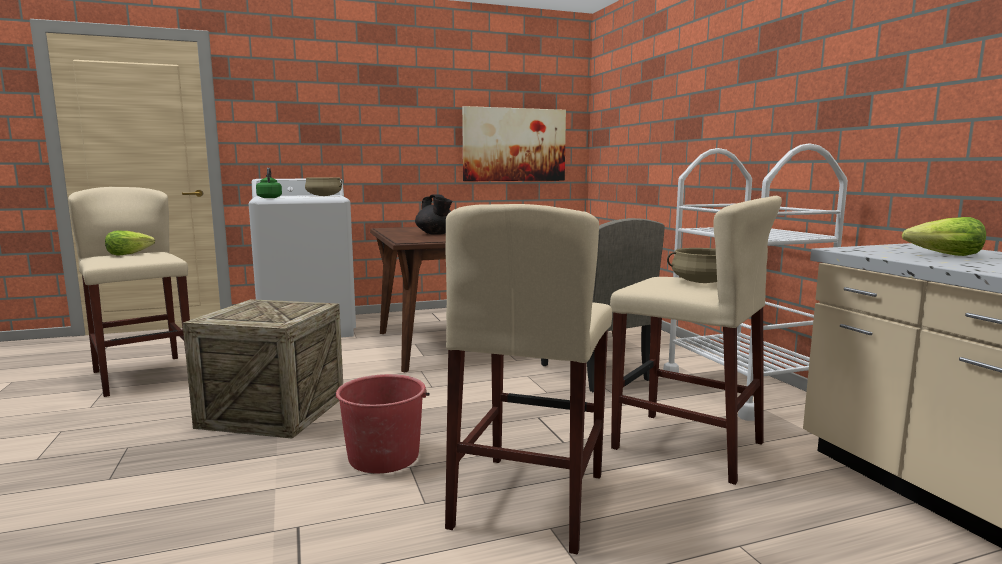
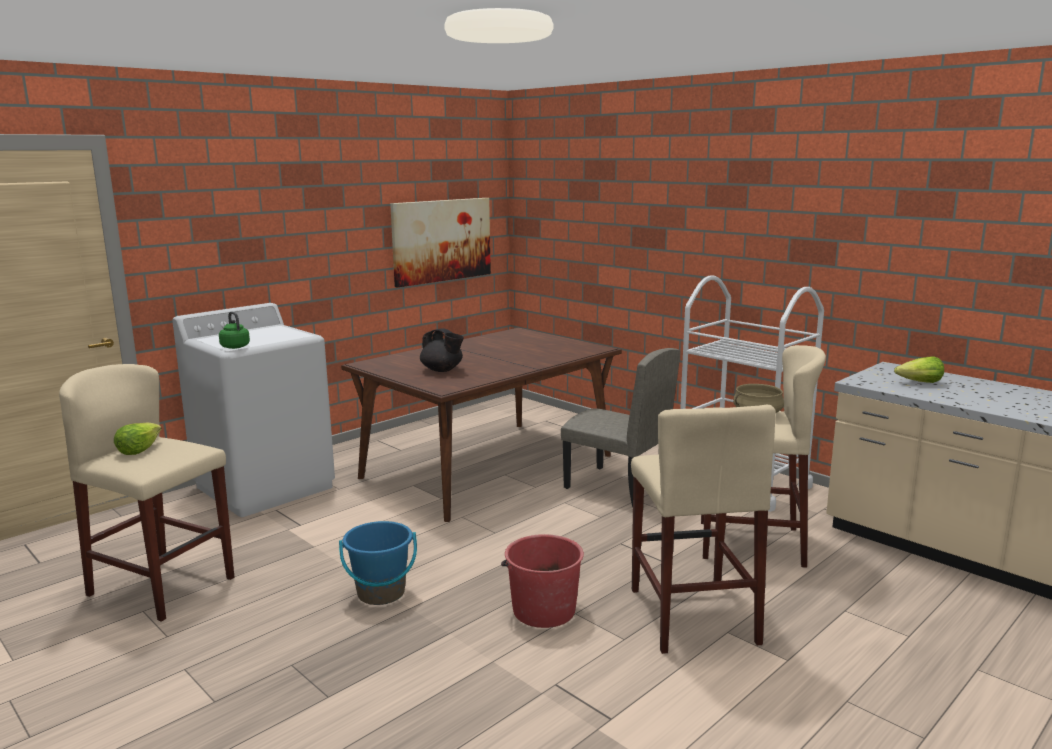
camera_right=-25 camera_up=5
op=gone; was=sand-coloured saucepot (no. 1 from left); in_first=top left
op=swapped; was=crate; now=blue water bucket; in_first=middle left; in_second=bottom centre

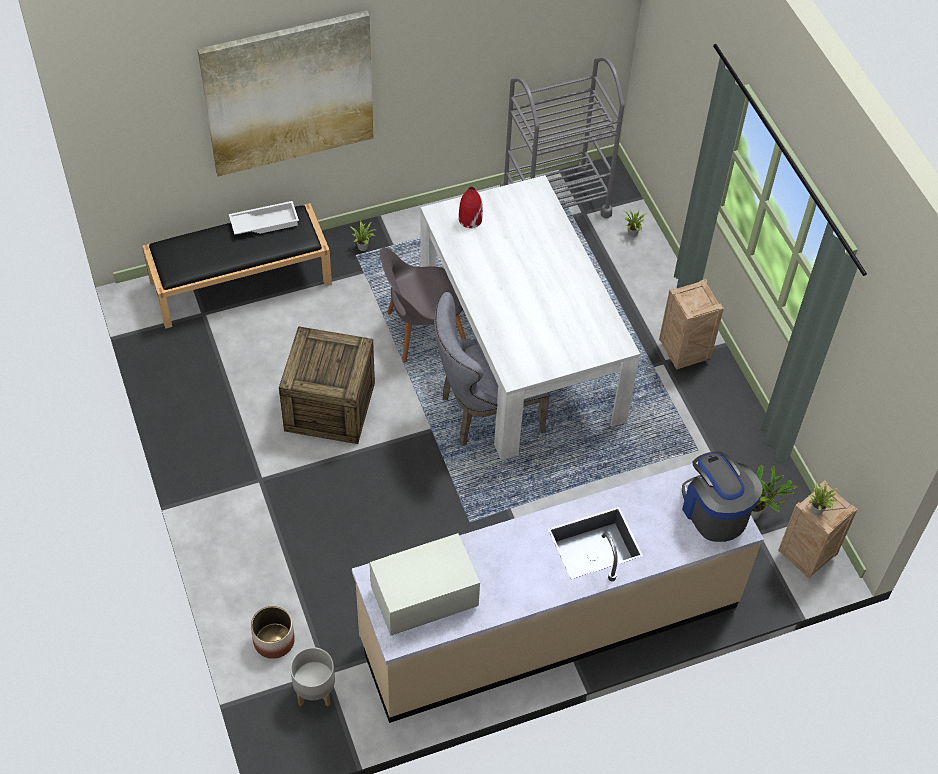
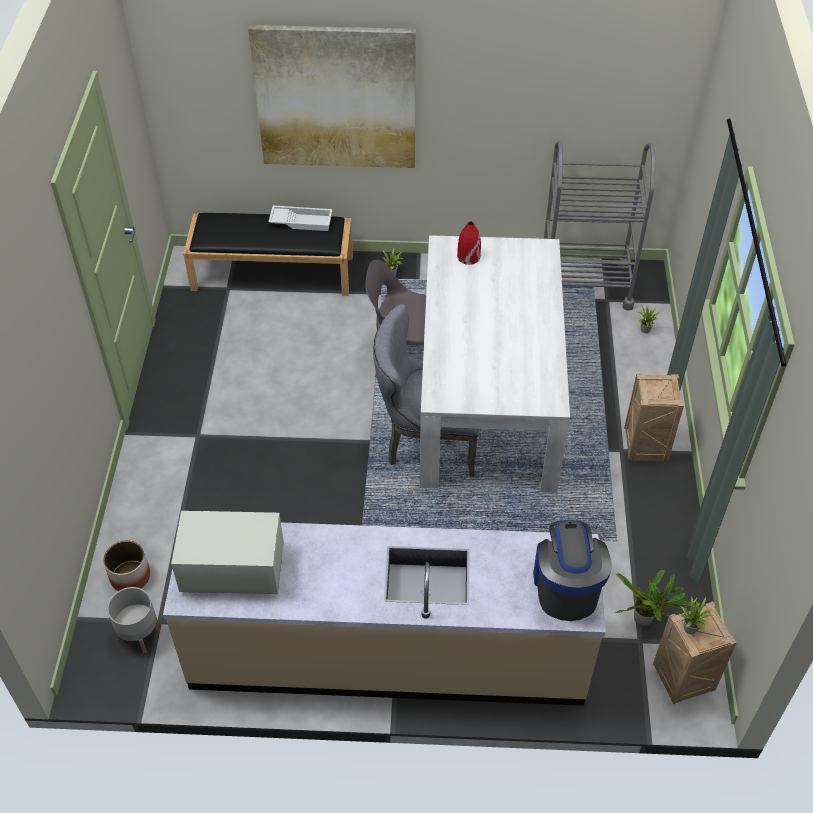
camera_right=25 camera_up=-5
op=gone; was=crate (no. 1 from left); in_first=centre

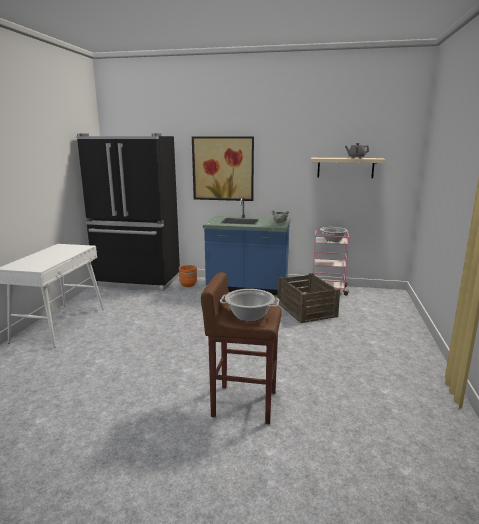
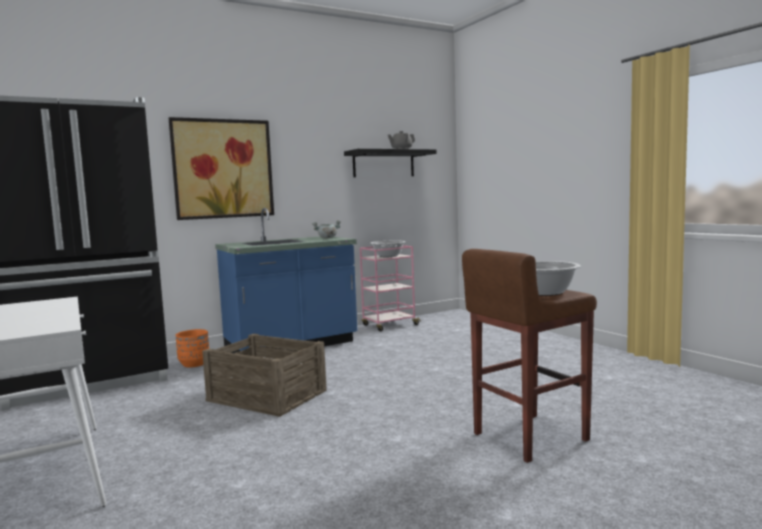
camera_right=-40 camera_up=-10
op=repainted; was=sand-coloured shelf; now=black shelf; in_first=top right; in_second=top centre
op=shifted; was=crate; in_first=centre; in_second=bottom centre

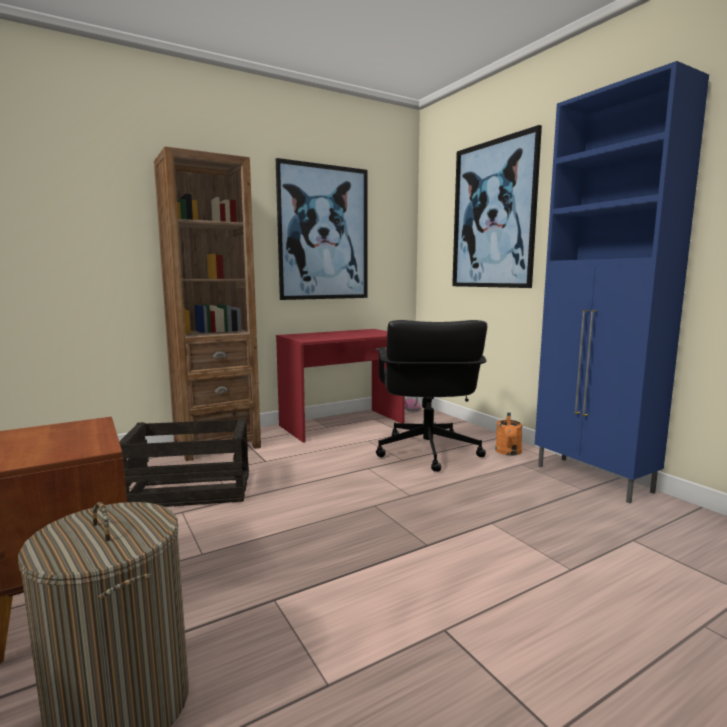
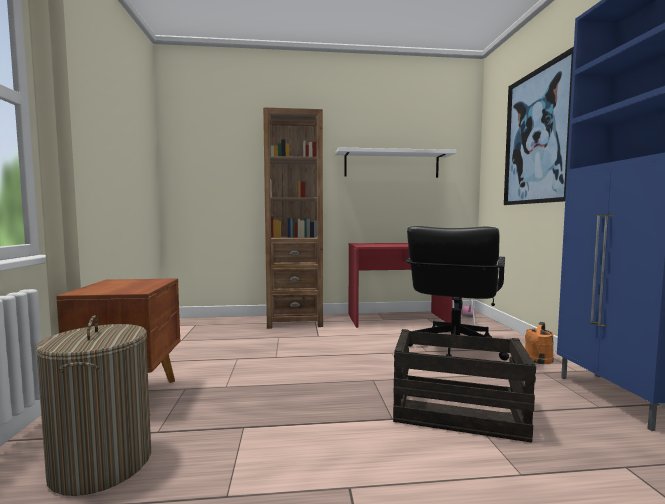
camera_right=25 camera_up=-5
op=swapped; was=wall picture (no. 1 from left); now=whitish shelf; in_first=top centre; in_second=top centre
op=shifted; was=crate; in_first=middle left; in_second=bottom right

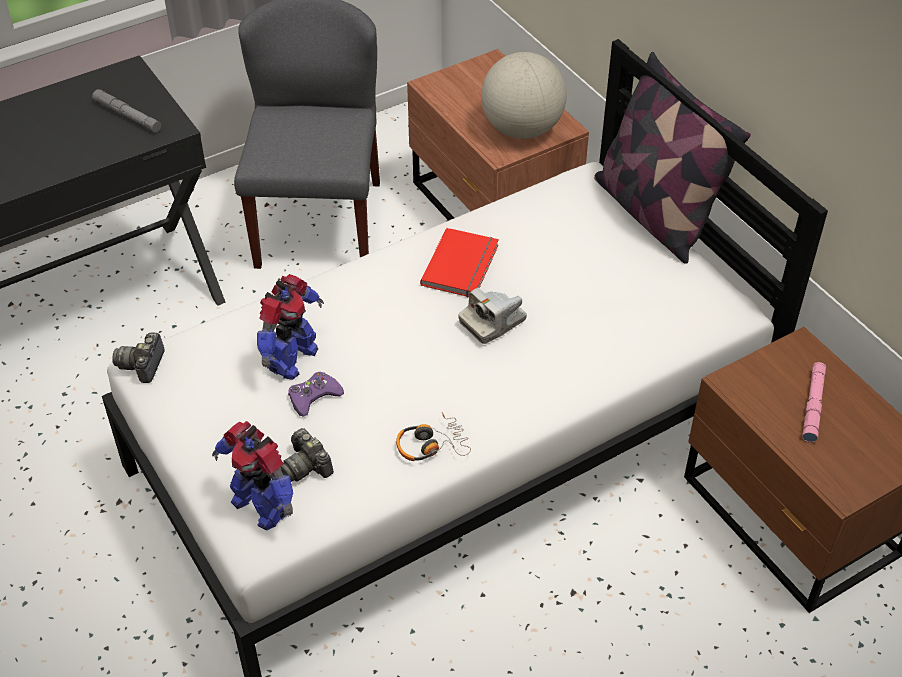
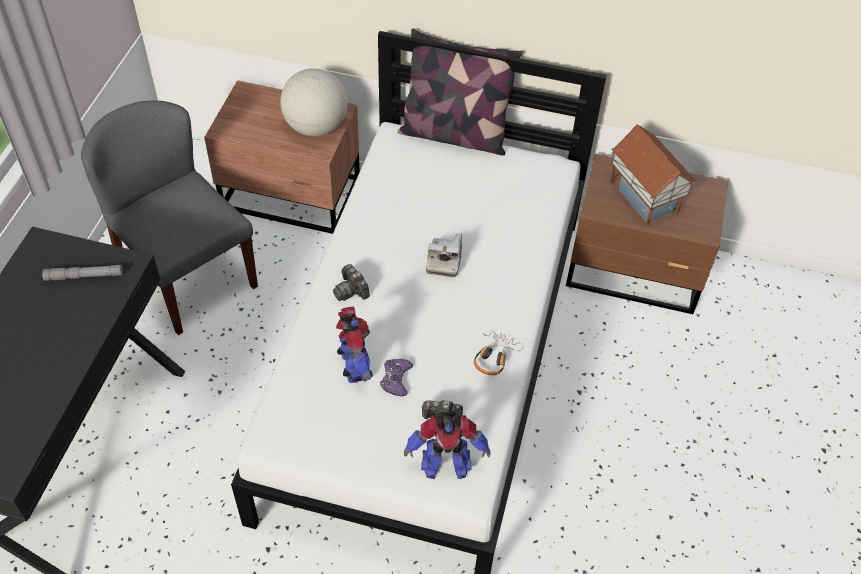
camera_right=-45 camera_up=5
op=gone; was=red volume; in_first=centre
op=shifted; was=photo camera (no. 1 from left); in_first=middle left; in_second=centre
op=swapped; was=pinkish hand torch; now=model house; in_first=middle right; in_second=top right

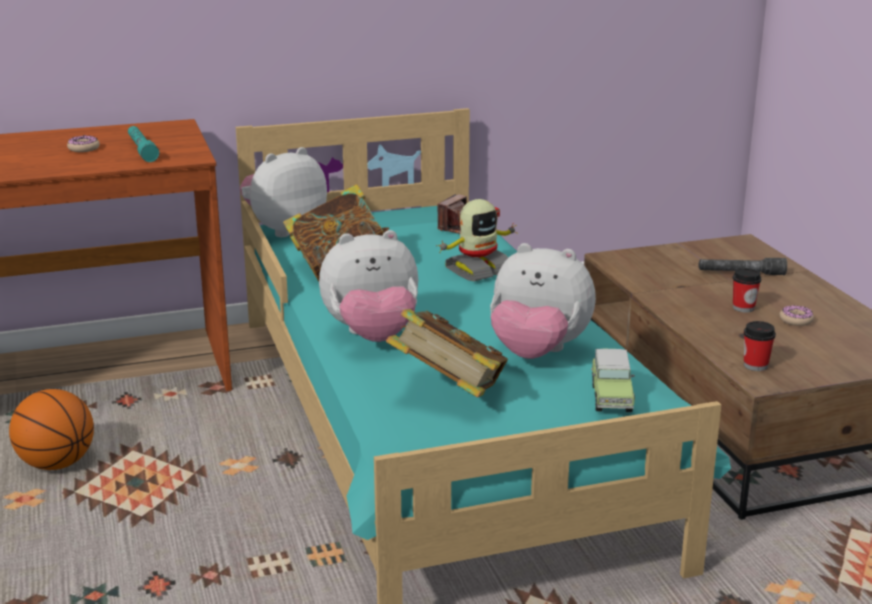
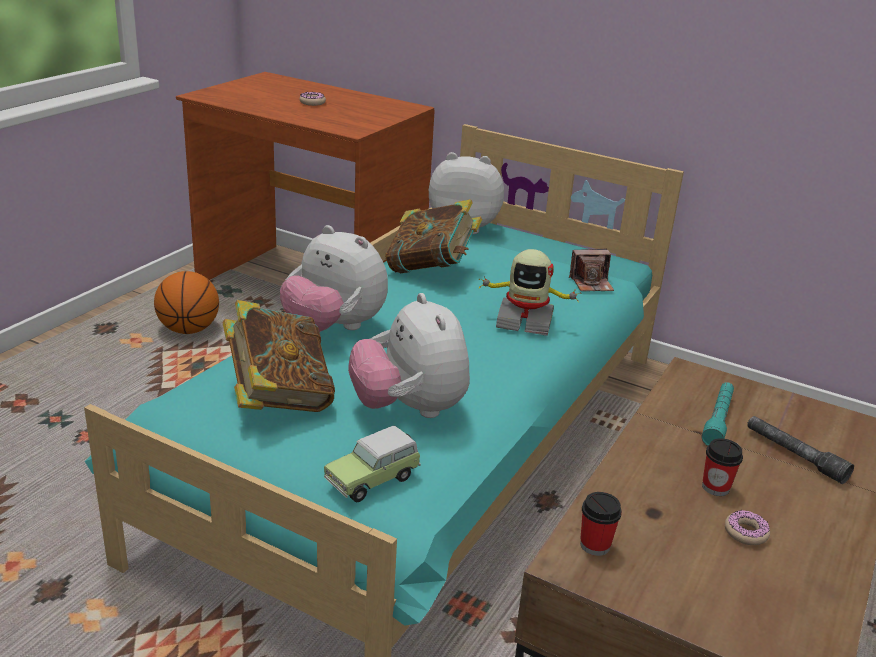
camera_right=45 camera_up=5
op=shifted; was=blue-green hand torch; in_first=top left; in_second=middle right

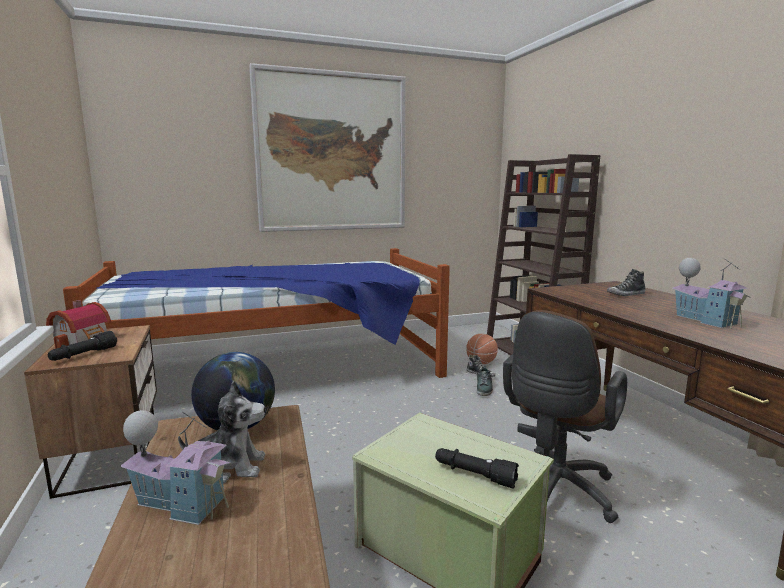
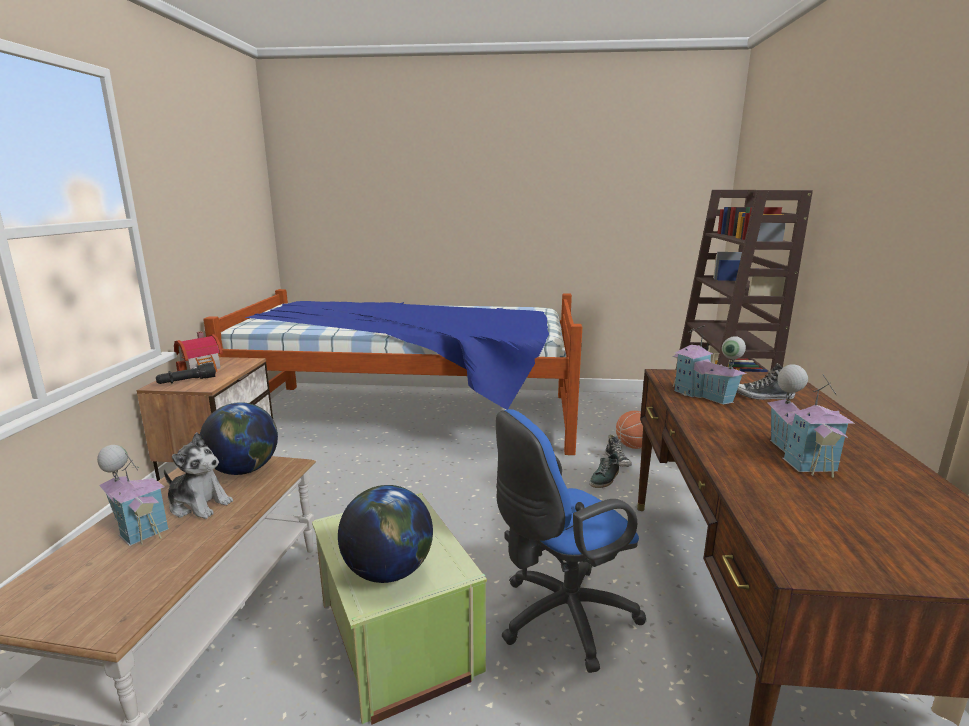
camera_right=25 camera_up=5
op=gone; was=wall picture; in_first=top centre
op=repainted; was=brown-coloured office chair; now=blue office chair; in_first=bottom right; in_second=bottom centre
op=swapped; was=black hand torch (no. 2 from left); now=desk globe (no. 2 from left); in_first=bottom centre; in_second=bottom centre
op=new; now=model house (no. 3 from left); in_second=middle right

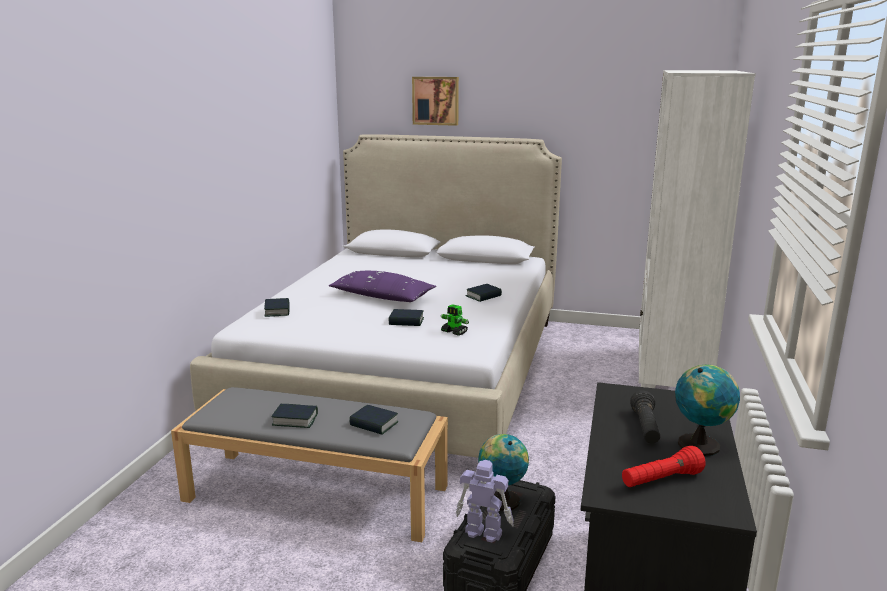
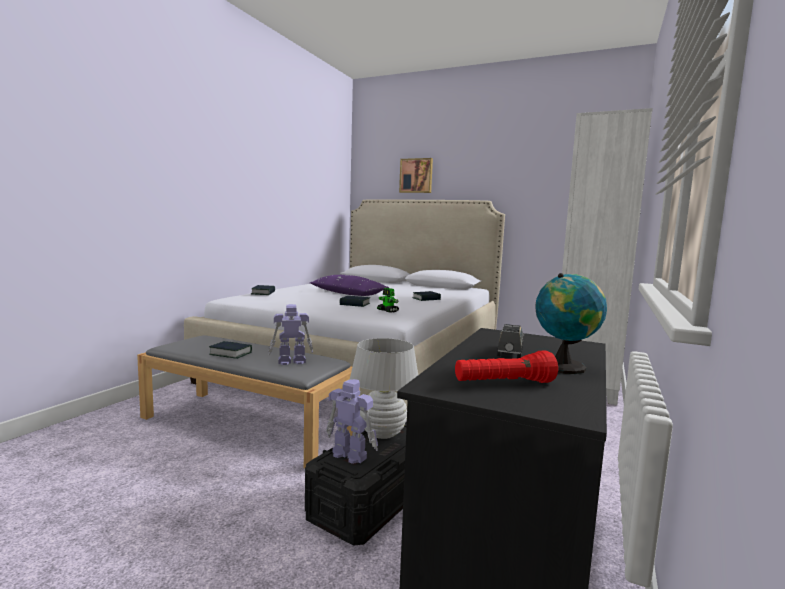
camera_right=10 camera_up=-10
op=swapped; was=black hand torch; now=greyish toy car; in_first=bottom right; in_second=centre
op=swapped; was=volume (no. 3 from left); now=model robot (no. 1 from left); in_first=bottom centre; in_second=centre
op=swapped; was=desk globe (no. 1 from left); now=whitish lamp for a table; in_first=bottom centre; in_second=centre

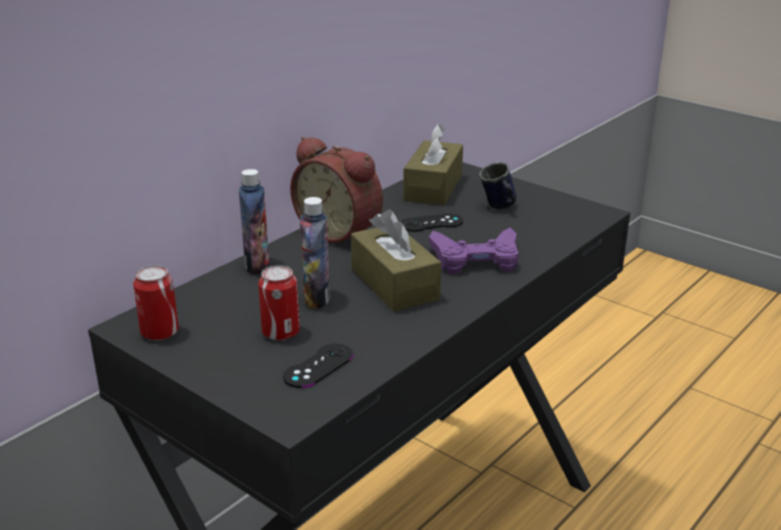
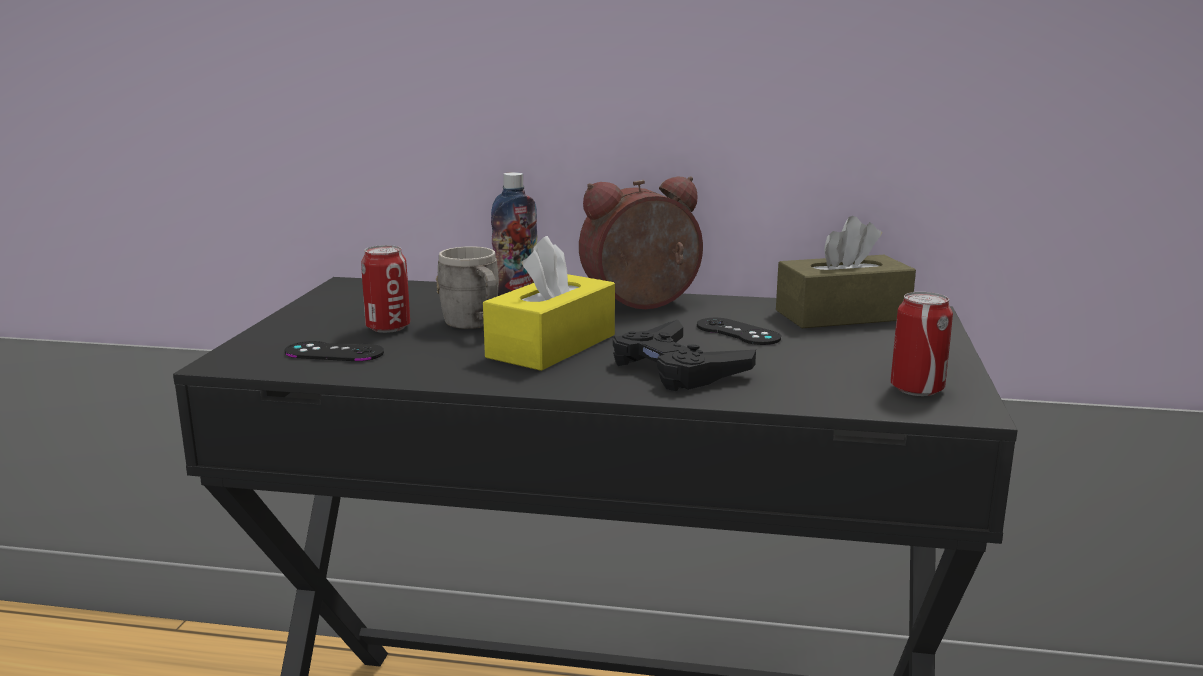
camera_right=60 camera_up=-10
op=rotated; was=table clock; in_first=centre; in_second=centre; clockwise=60
op=gone; was=blue tea mug; in_first=centre
op=swapped; was=bottle (no. 2 from left); now=greyish tea mug; in_first=centre; in_second=centre
op=repainted; was=brown-coloured box of tissues (no. 1 from left); now=yellow box of tissues; in_first=centre; in_second=centre
op=repainted; was=purple-coloured gamepad; now=black gamepad (no. 2 from left); in_first=centre; in_second=centre
op=shifted; was=sealed can (no. 1 from left in the first image); now=sealed can (no. 2 from left); in_first=middle left; in_second=middle right

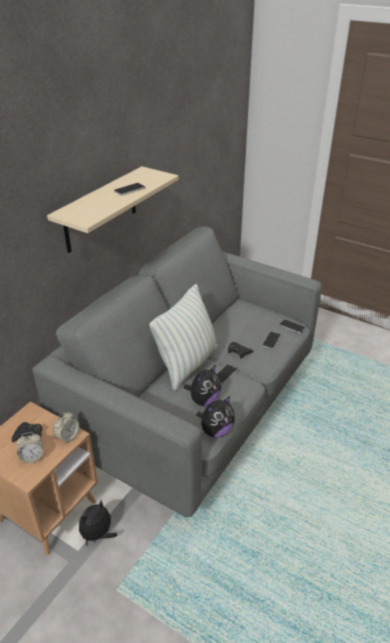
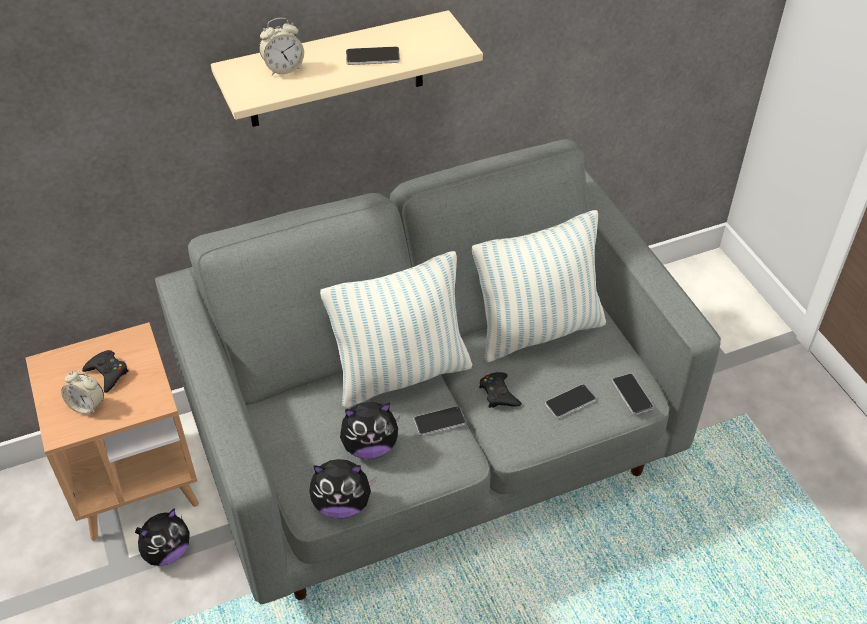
camera_right=35 camera_up=10
op=shifted; was=table clock (no. 2 from left); in_first=middle left; in_second=top left
op=rotated; was=cuddly toy (no. 1 from left); in_first=bottom left; in_second=bottom left; clockwise=150
op=new; now=throw pillow (no. 2 from left); in_second=centre

